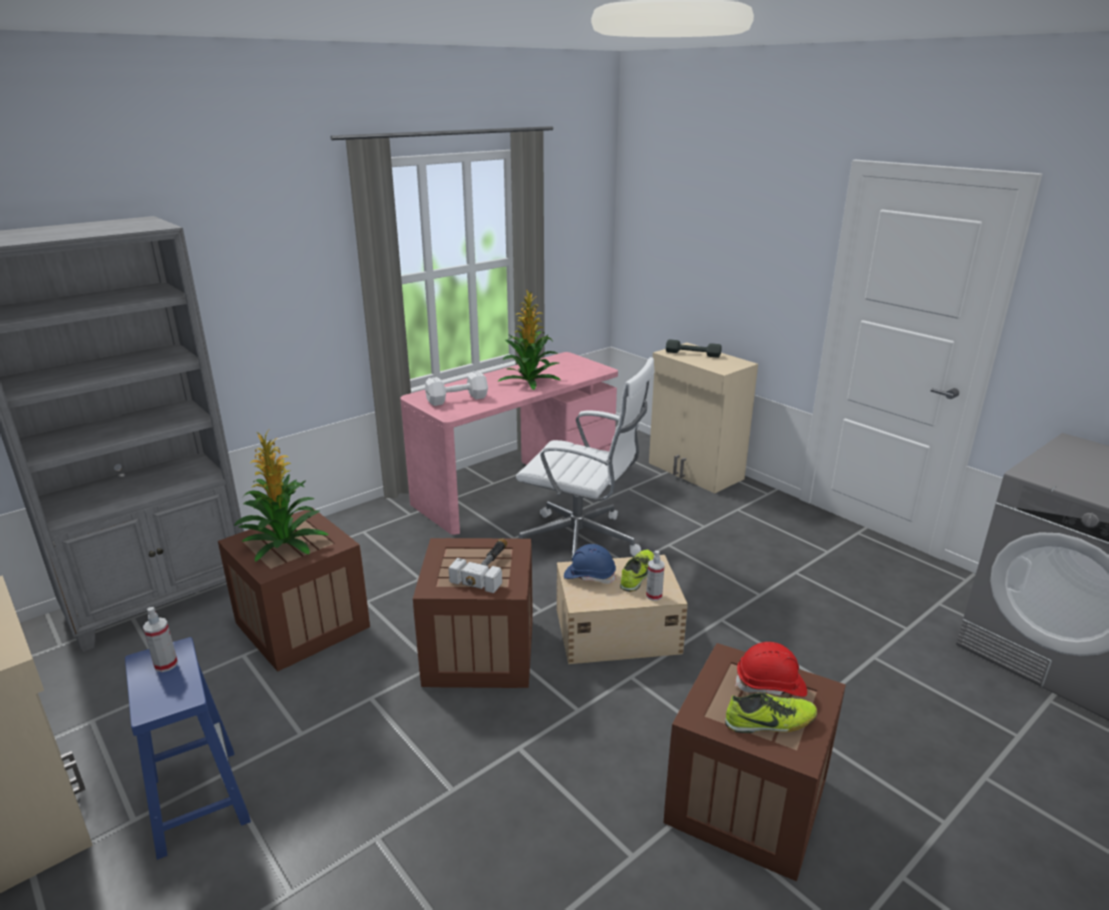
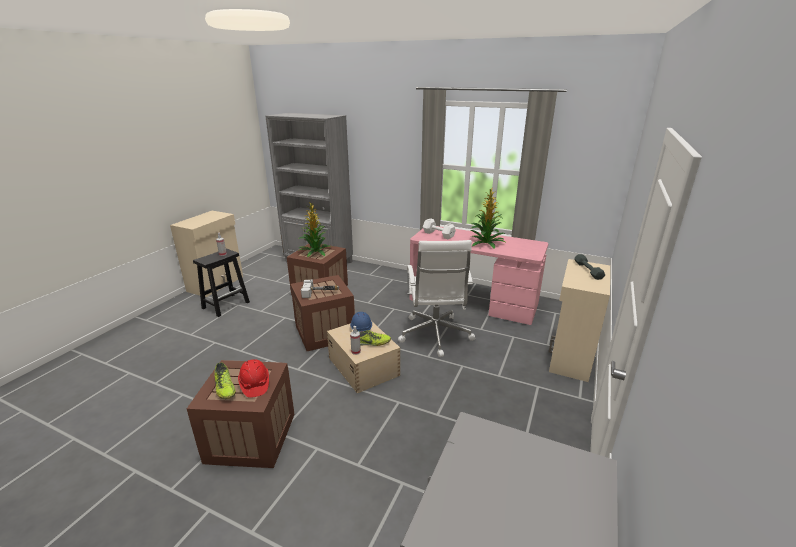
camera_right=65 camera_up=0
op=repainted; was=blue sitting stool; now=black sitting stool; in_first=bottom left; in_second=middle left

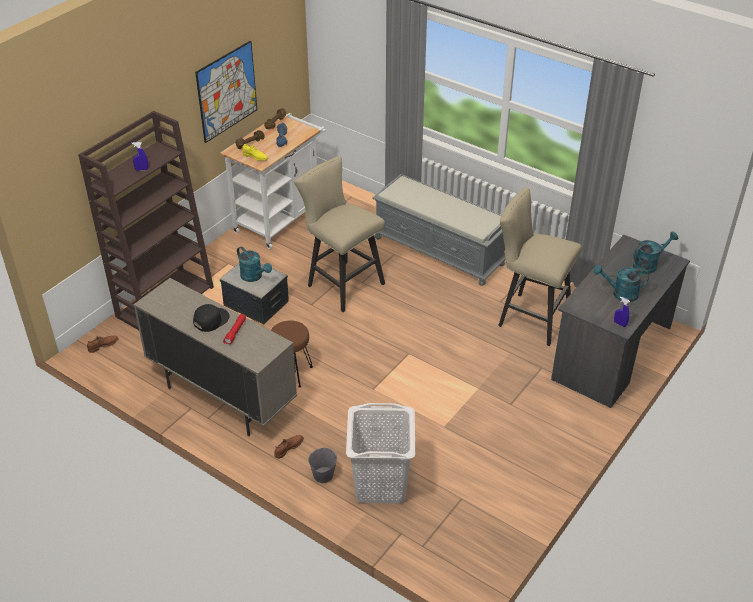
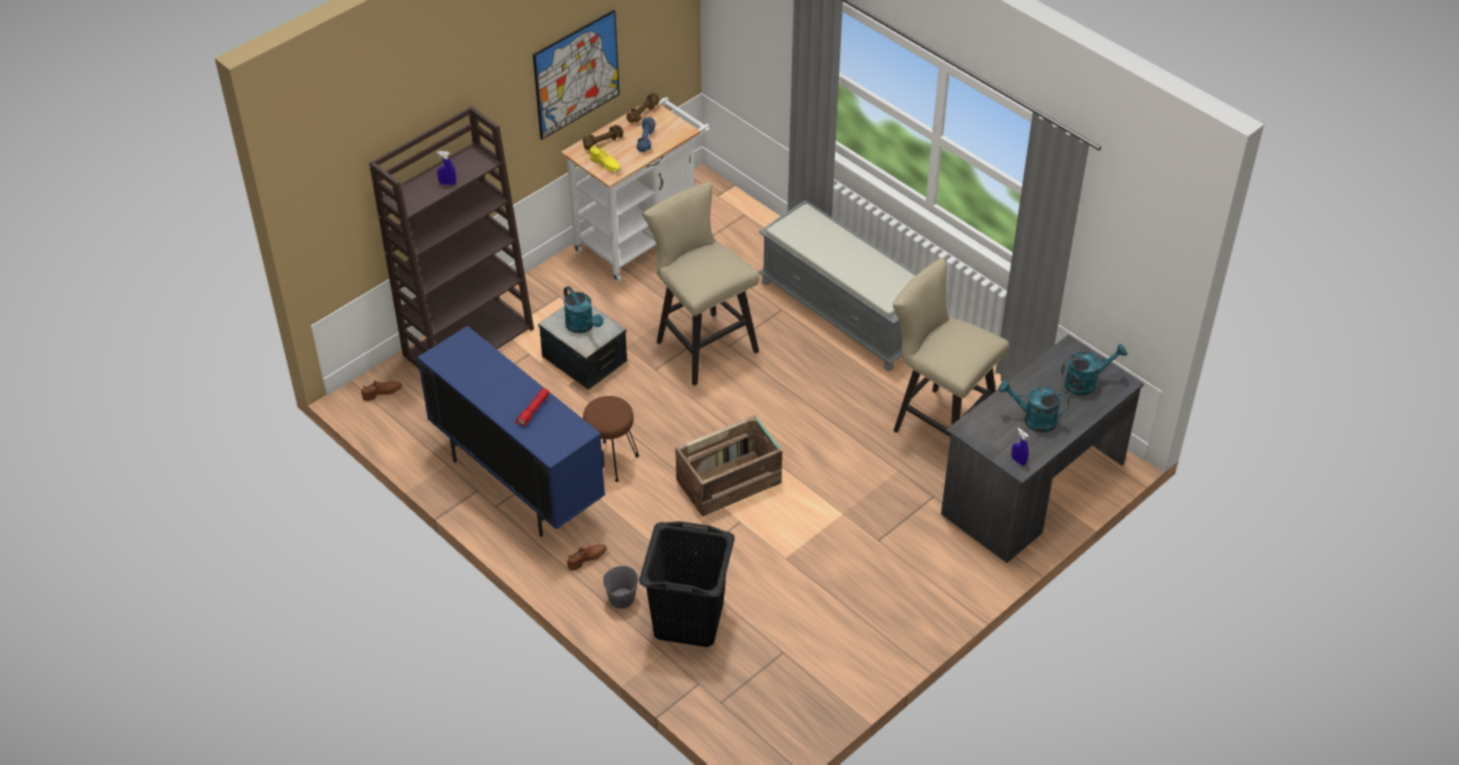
camera_right=10 camera_up=5
op=repainted; was=sand-coloured cupboard; now=blue cupboard; in_first=middle left; in_second=centre
op=gone; was=black peaked cap; in_first=middle left
op=repainted; was=whitish laundry basket; now=black laundry basket; in_first=bottom centre; in_second=bottom centre
op=new; now=crate; in_second=centre

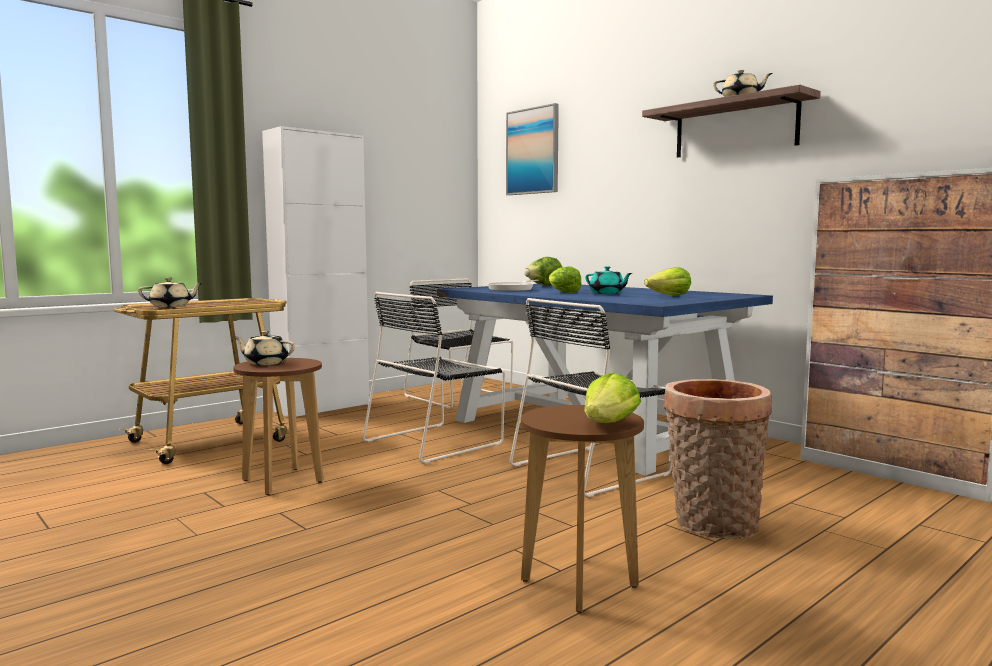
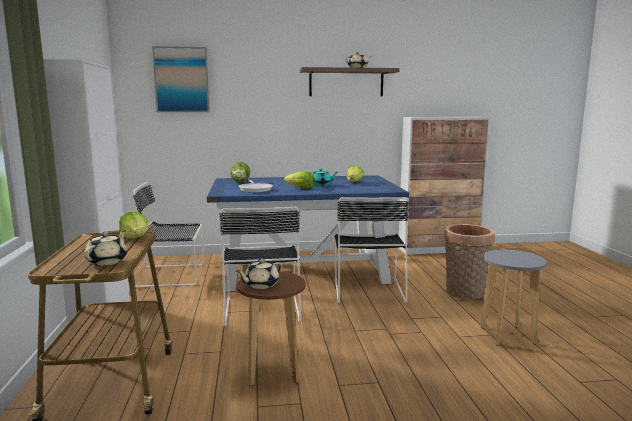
camera_right=-55 camera_up=5
op=shifted; was=head of lettuce (no. 3 from left in the first image); now=head of lettuce (no. 1 from left); in_first=centre; in_second=middle left
op=repainted; was=brown-coloured sitting stool (no. 2 from left); now=greyish sitting stool; in_first=bottom centre; in_second=bottom right

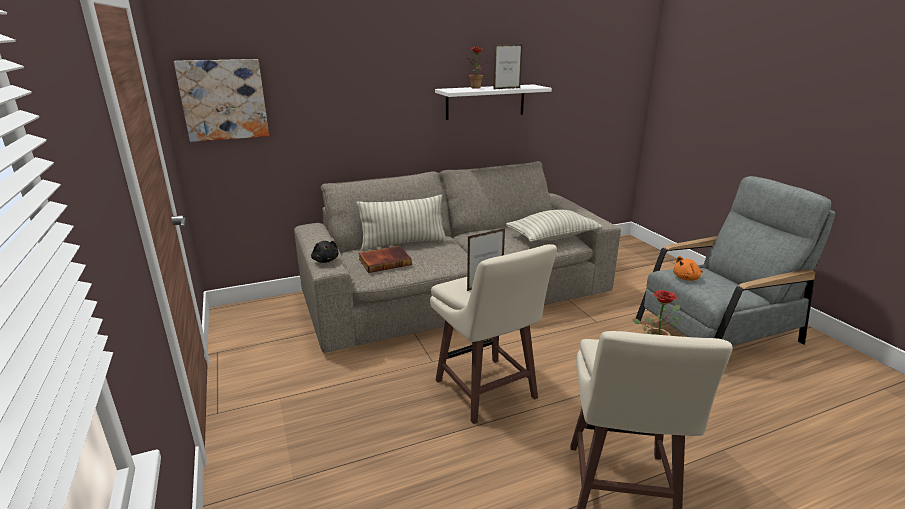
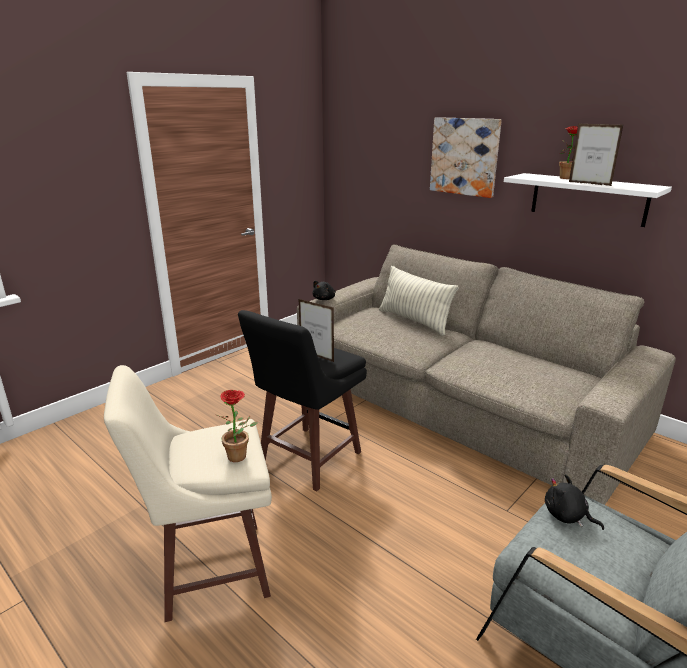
camera_right=65 camera_up=0
op=shifted; was=wall picture; in_first=top left; in_second=top right
op=gone; was=throw pillow (no. 2 from left); in_first=centre
op=repainted; was=sand-coloured sitting stool (no. 1 from left); now=black sitting stool; in_first=centre; in_second=centre
op=gone; was=volume; in_first=centre
op=repainted; was=orange-coloured cuddly toy; now=black cuddly toy (no. 2 from left); in_first=middle right; in_second=bottom right

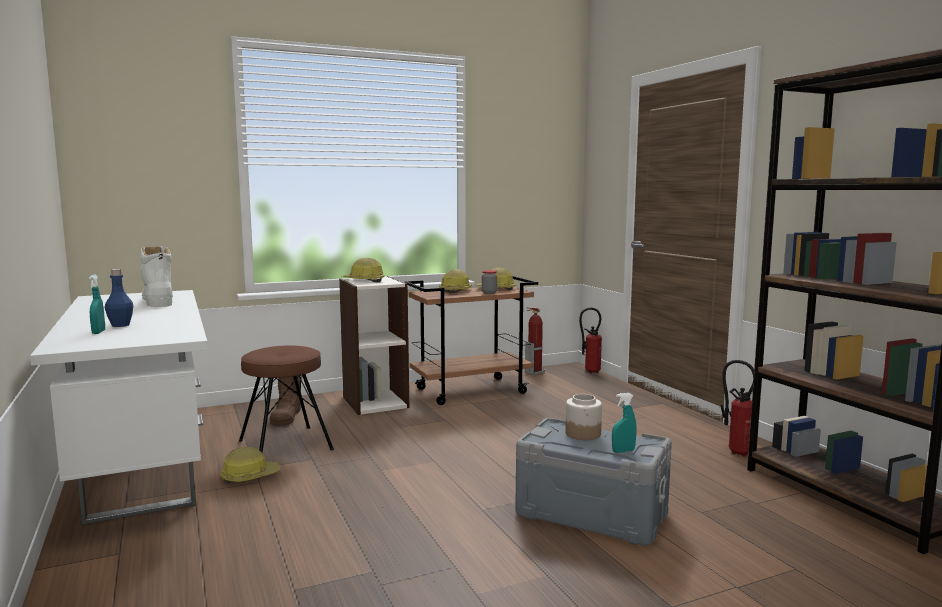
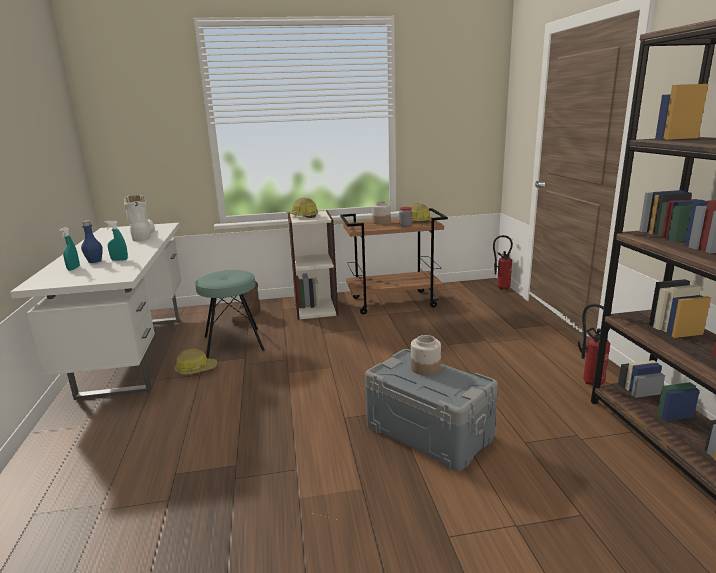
camera_right=15 camera_up=10
op=swapped; was=work helmet (no. 3 from left); now=jar (no. 1 from left); in_first=centre; in_second=centre
op=gone; was=fire-fighting cylinder (no. 1 from left); in_first=centre
op=repainted; was=brown-coloured sitting stool; now=blue-green sitting stool; in_first=middle left; in_second=middle left
op=shifted; was=blue-green sprayer (no. 2 from left); in_first=bottom centre; in_second=middle left

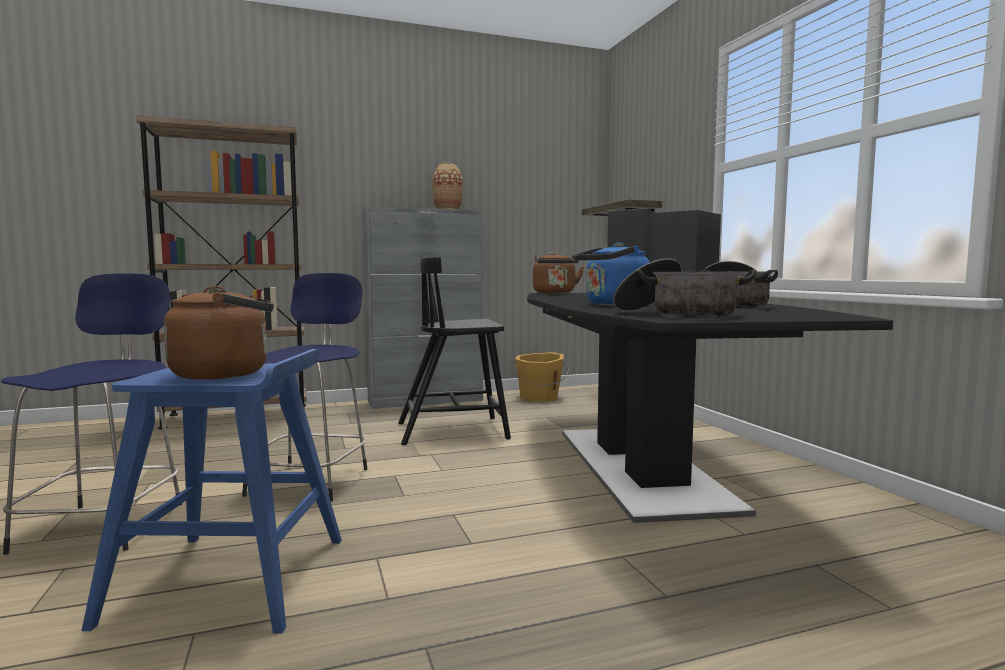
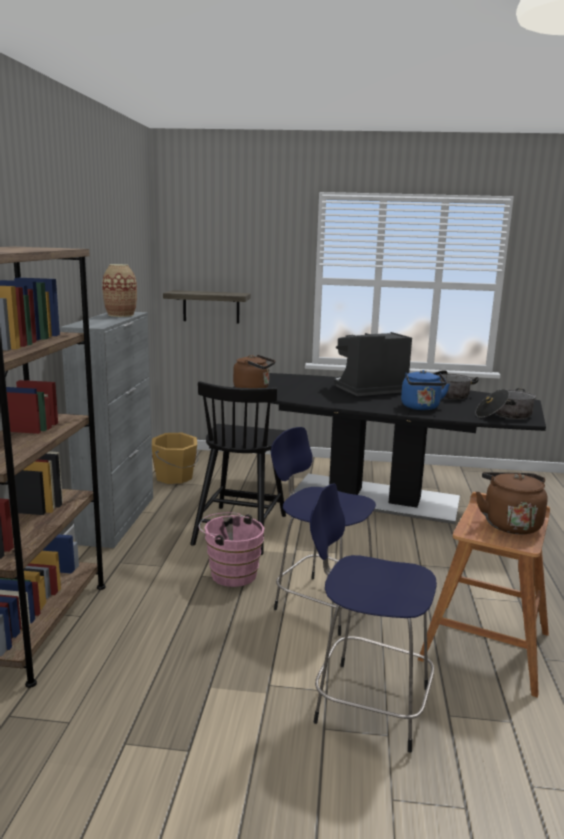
camera_right=-65 camera_up=10
op=repainted; was=blue sitting stool (no. 2 from left); now=brown-coloured sitting stool; in_first=bottom left; in_second=bottom right
op=new; now=pinkish water bucket; in_second=centre

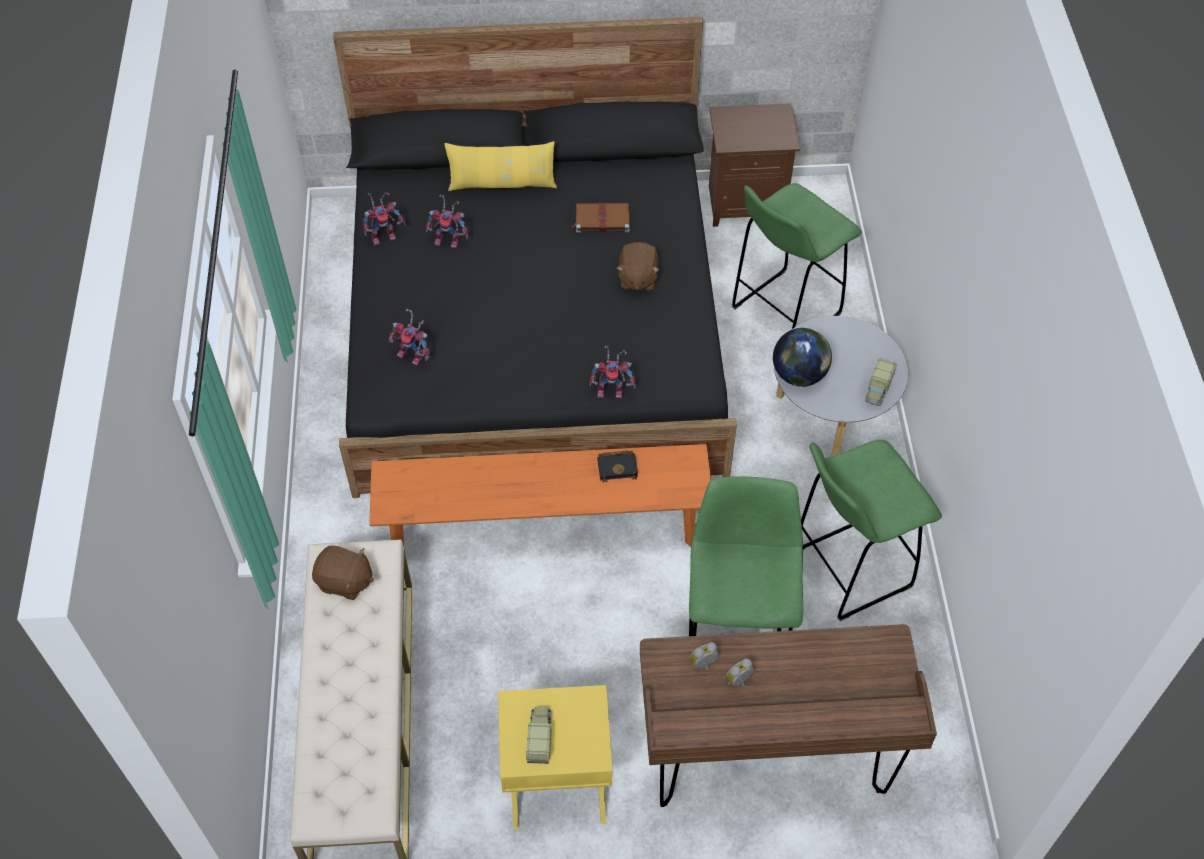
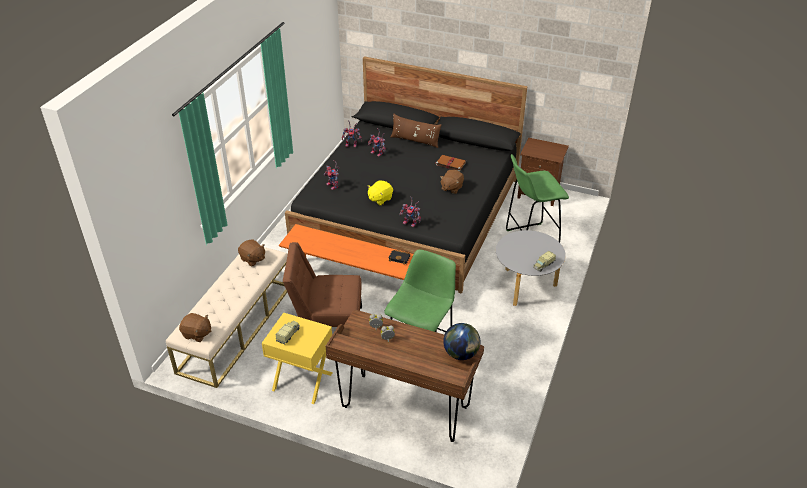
camera_right=25 camera_up=-15
op=repainted; was=yellow throw pillow; now=brown-coloured throw pillow; in_first=top centre; in_second=top centre
op=shifted; was=desk globe; in_first=centre; in_second=bottom centre
op=gone; was=greenish sitting stool (no. 3 from left); in_first=middle right
op=new; now=yellow cuddly toy; in_second=centre
op=new; now=brown-coloured chair; in_second=centre
op=new; now=brown-coloured cuddly toy (no. 1 from left); in_second=bottom left

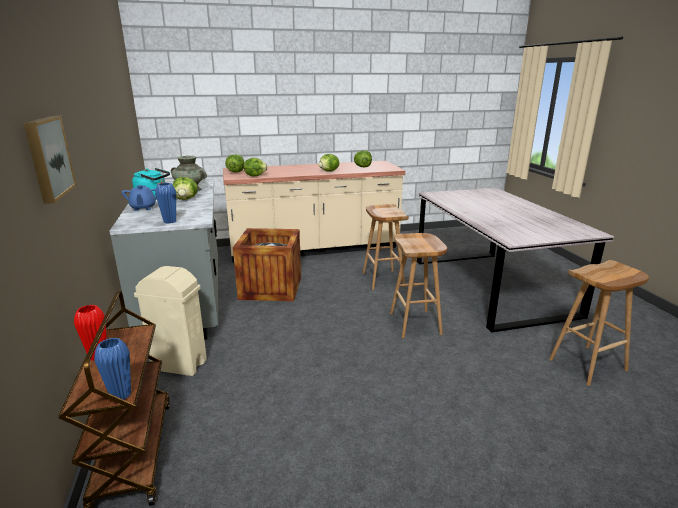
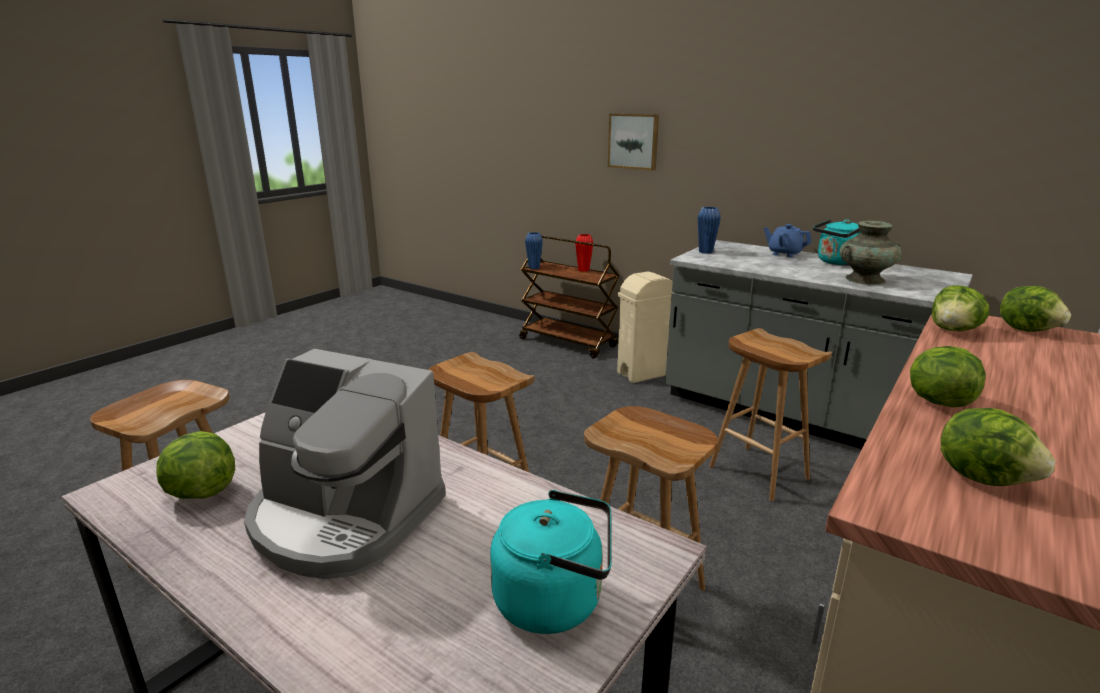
camera_right=140 camera_up=0
op=shifted; was=head of lettuce (no. 1 from left); in_first=middle left; in_second=bottom left
op=swapped; was=crate; now=brown-coloured sitting stool (no. 4 from left); in_first=centre; in_second=middle right
op=new; now=coffee machine; in_second=bottom left
op=new; now=blue-green water kettle (no. 1 from left); in_second=bottom centre

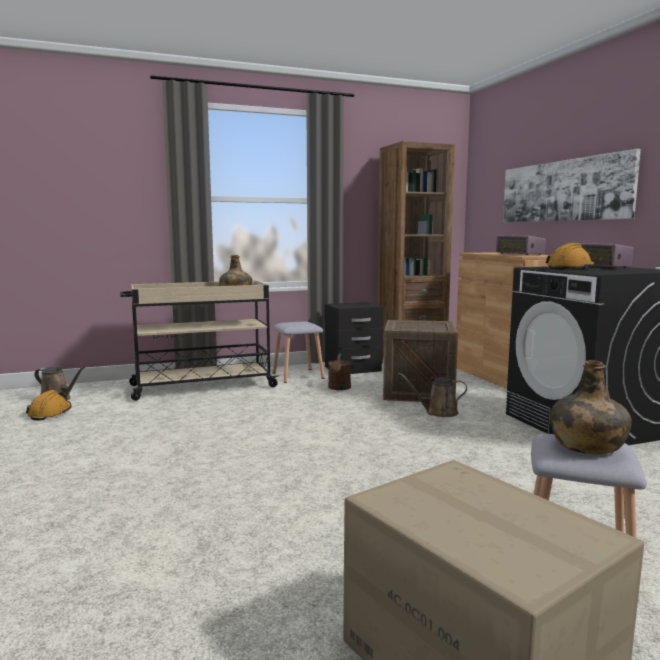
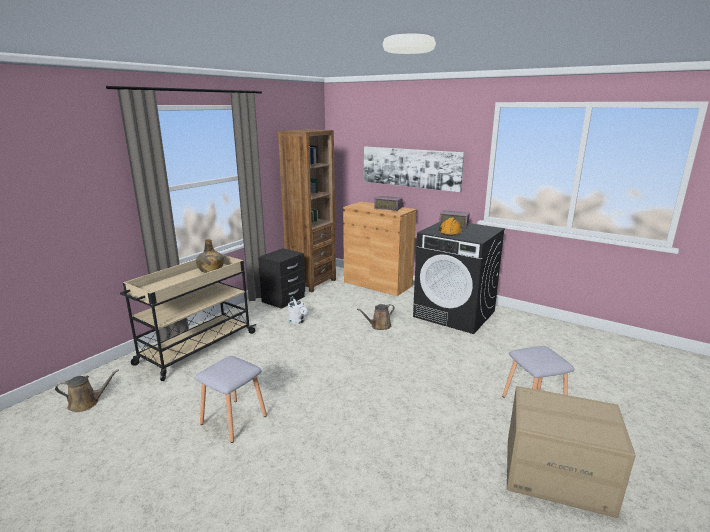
camera_right=-35 camera_up=10
op=gone; was=crate; in_first=centre
op=shifted; was=greyish sitting stool (no. 1 from left); in_first=centre; in_second=bottom left
op=repainted; was=brown-coloured watering can (no. 2 from left); now=whitish watering can; in_first=centre; in_second=centre
op=gone; was=greenish bottle (no. 2 from left); in_first=middle right
op=gone; was=orange-coloured work helmet (no. 1 from left); in_first=middle left

